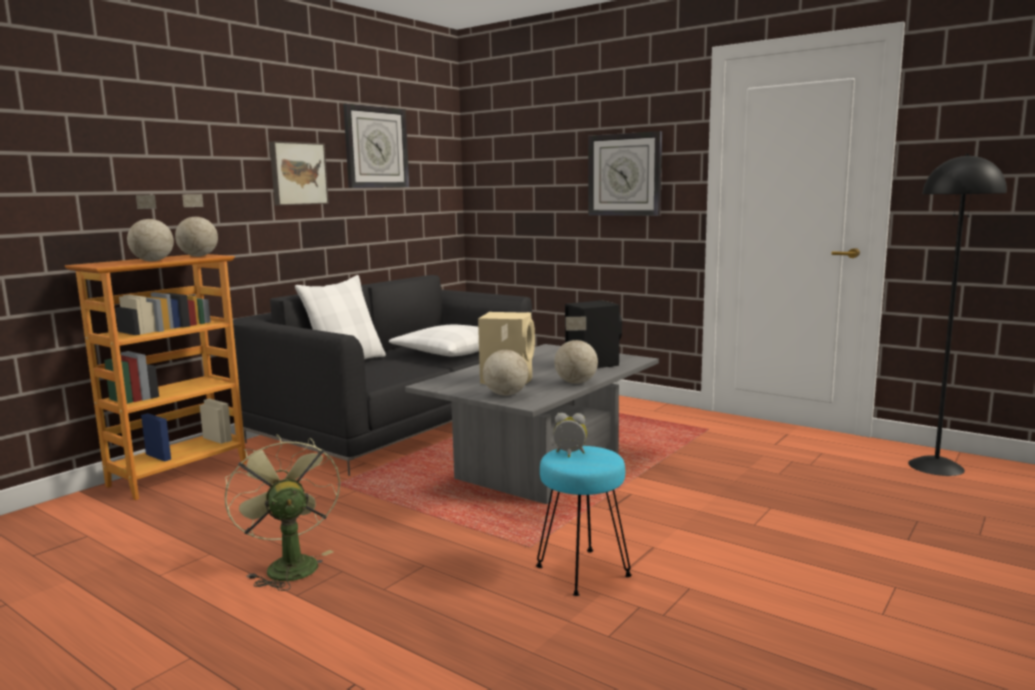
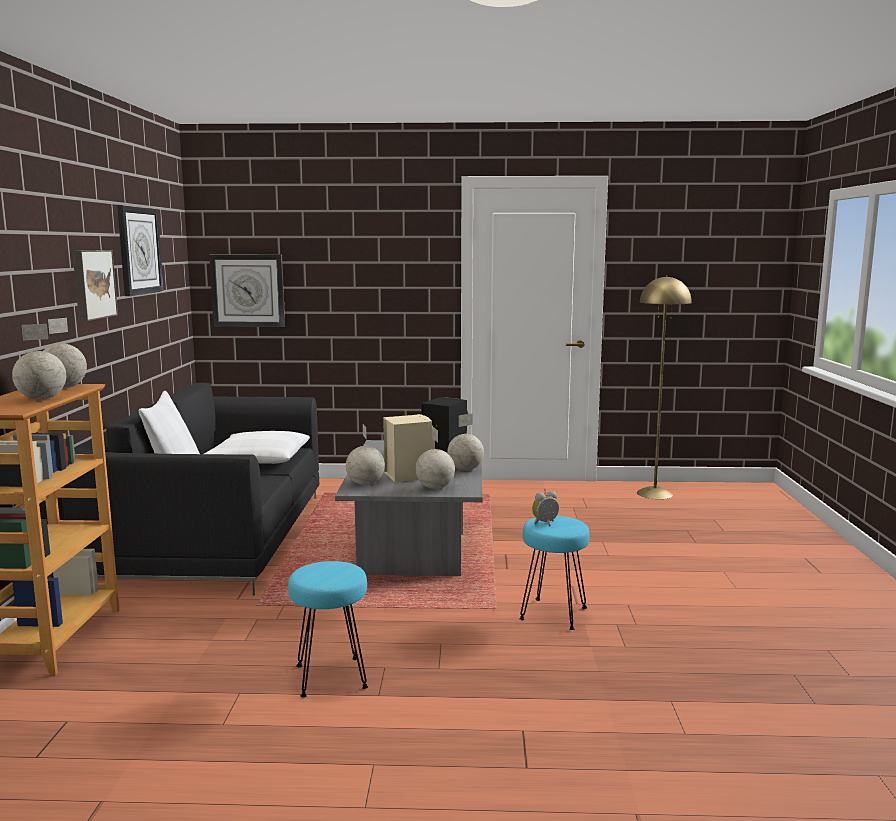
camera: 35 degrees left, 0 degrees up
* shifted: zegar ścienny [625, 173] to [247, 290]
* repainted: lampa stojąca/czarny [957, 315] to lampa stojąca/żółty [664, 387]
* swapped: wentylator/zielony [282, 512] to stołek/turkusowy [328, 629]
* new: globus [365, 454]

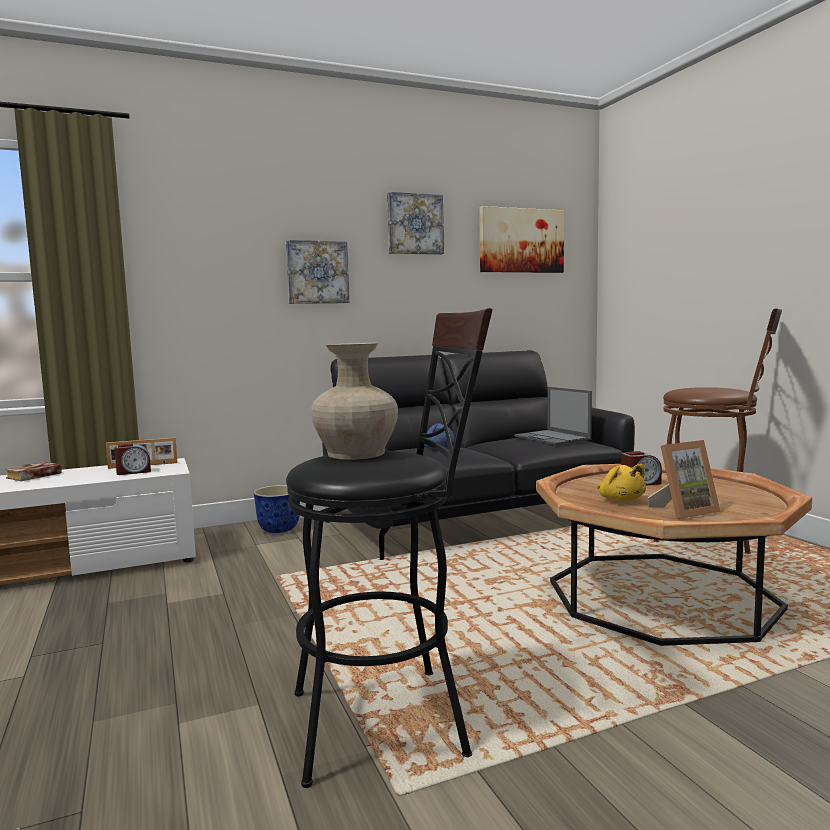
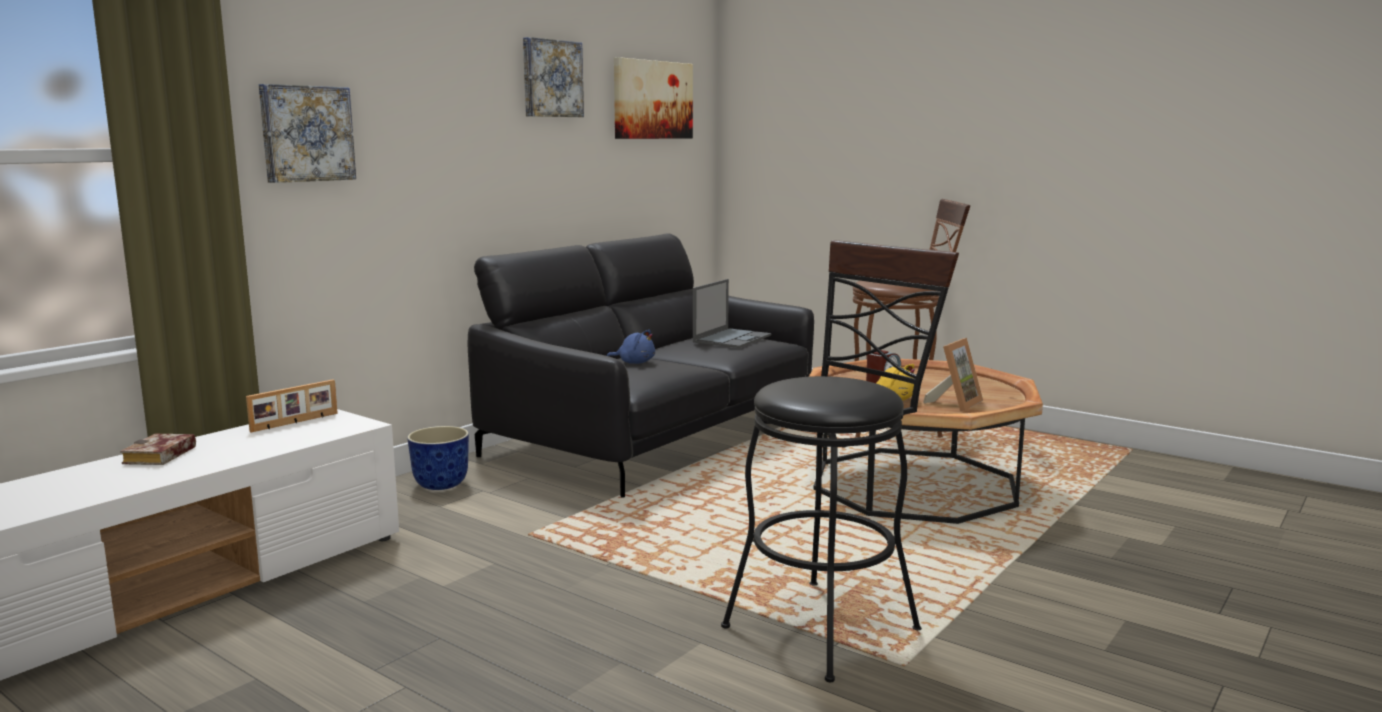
camera: 30 degrees left, 5 degrees up
* shifted: obraz [317, 272] to [307, 133]
* gone: wazon/beżowy [354, 401]
* rotated: laptop [553, 416] = [732, 313] 90 degrees counterclockwise
* gone: budzik [132, 459]

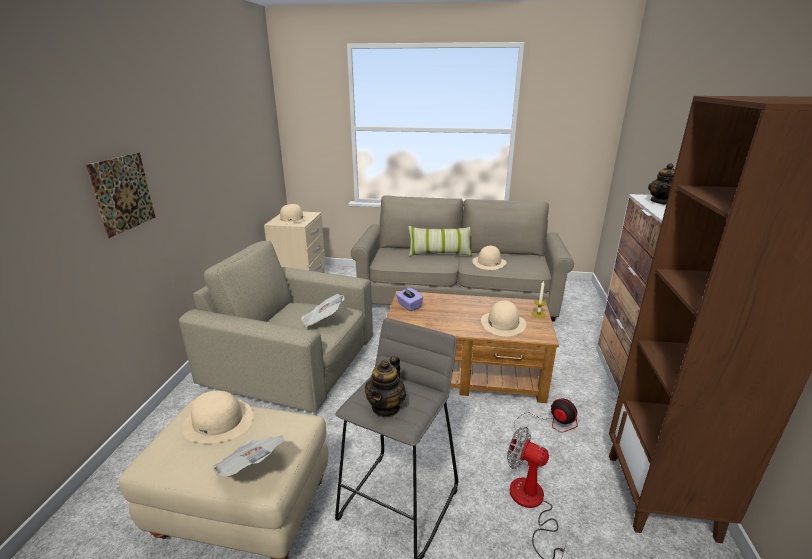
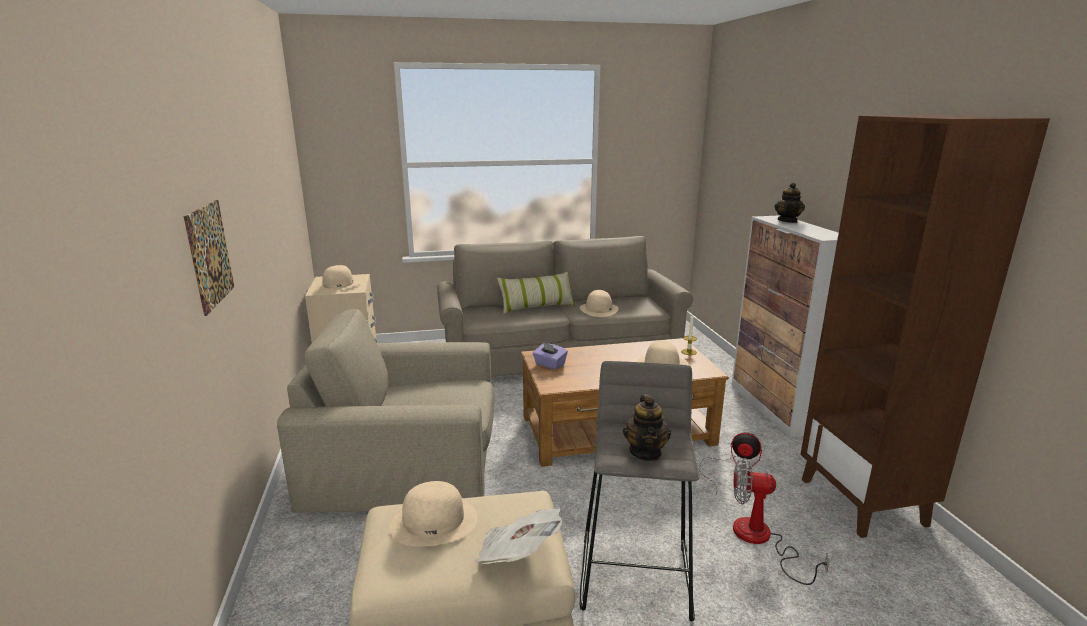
camera: 20 degrees left, 5 degrees down
* gone: gazeta [323, 311]

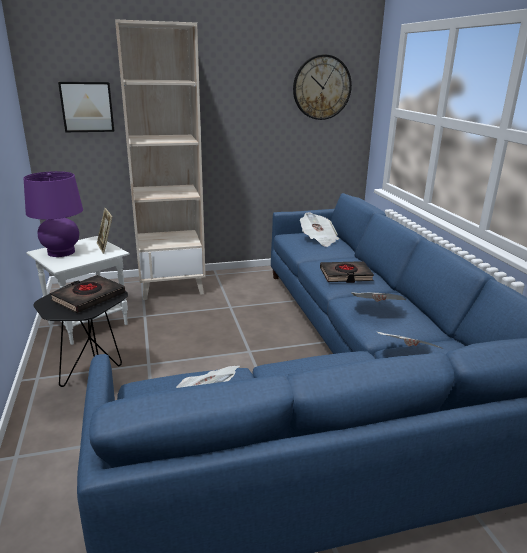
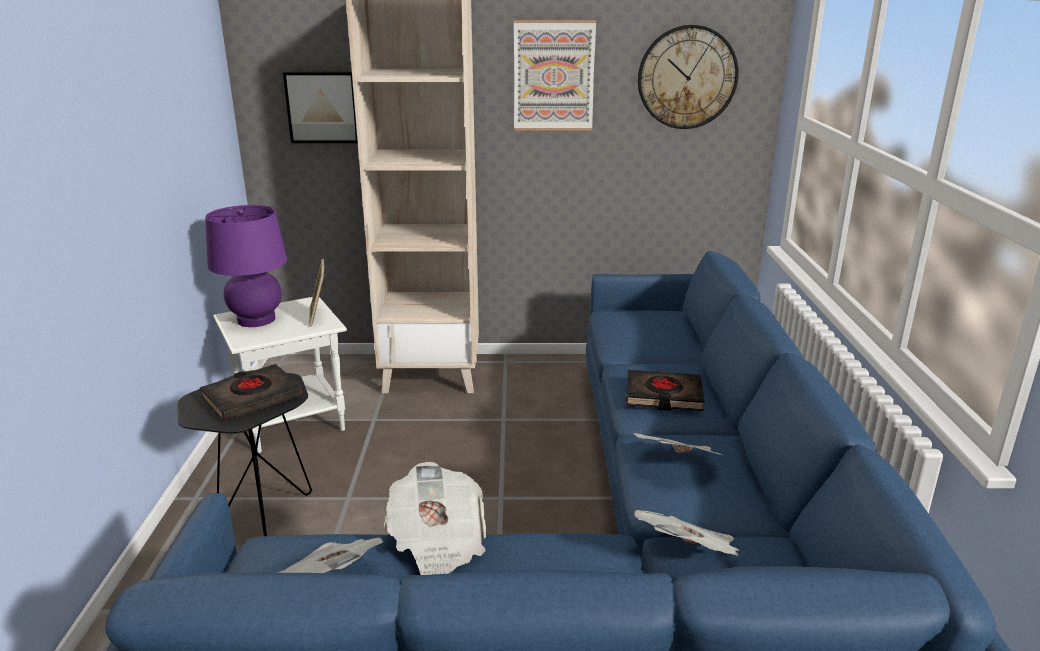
camera: 15 degrees right, 0 degrees up
* shifted: gazeta [319, 230] to [435, 518]
* new: obraz [555, 75]

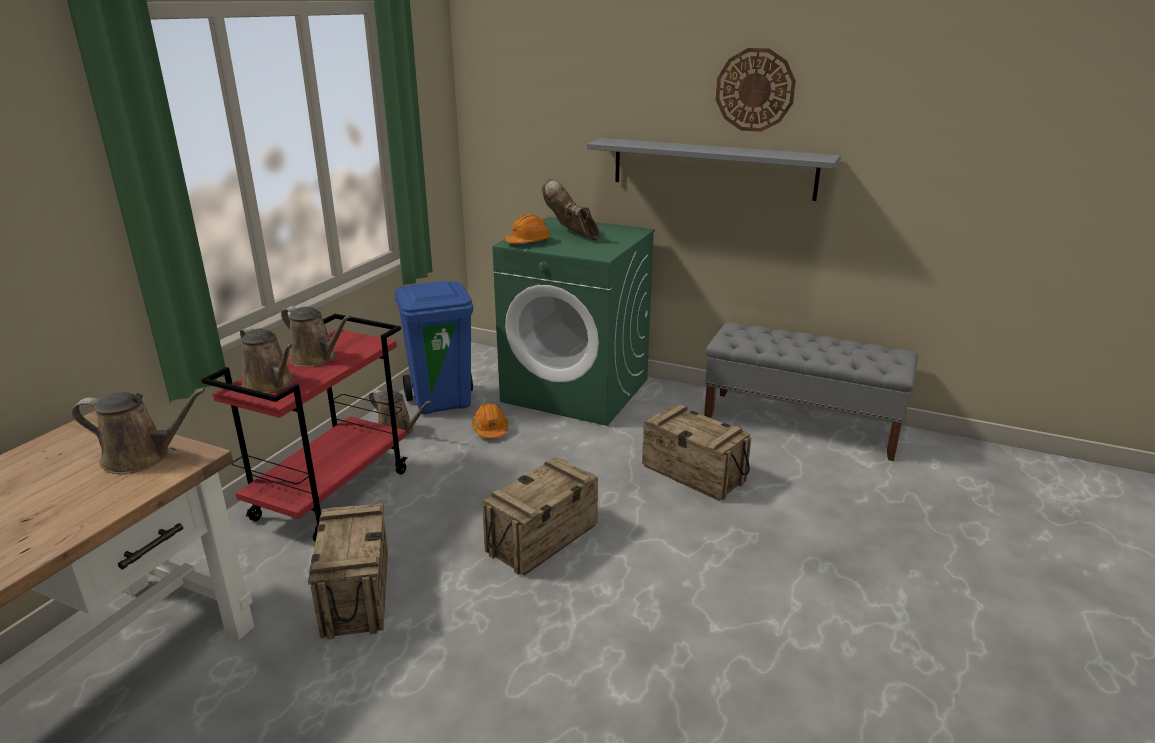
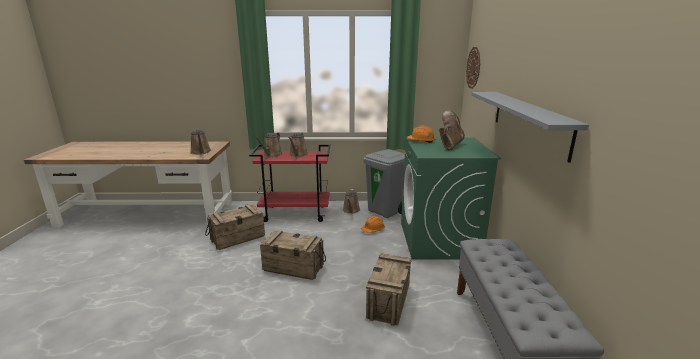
camera: 65 degrees right, 5 degrees down
* shifted: zegar ścienny [756, 90] to [473, 68]
* repainted: kosz na śmieci/niebieski [434, 347] to kosz na śmieci/szary [384, 183]

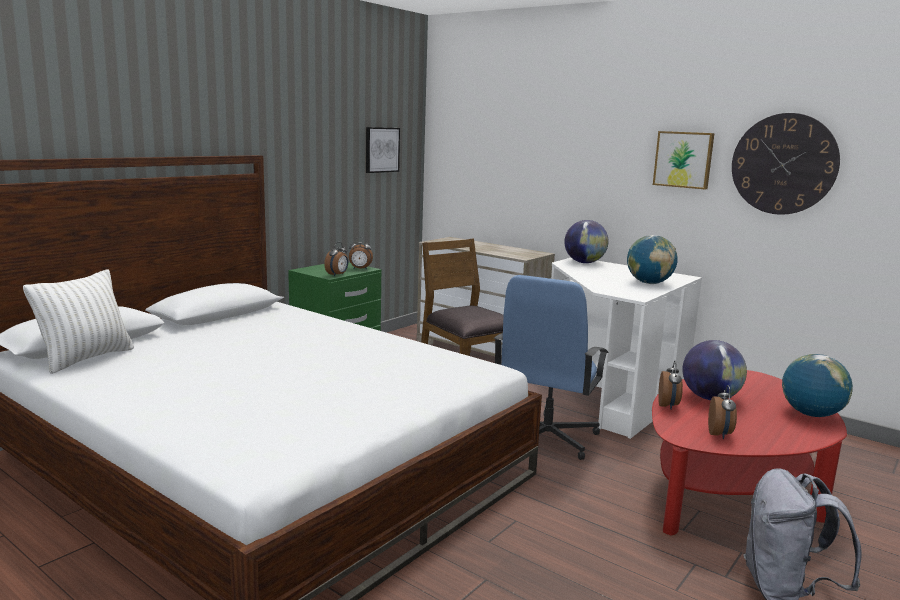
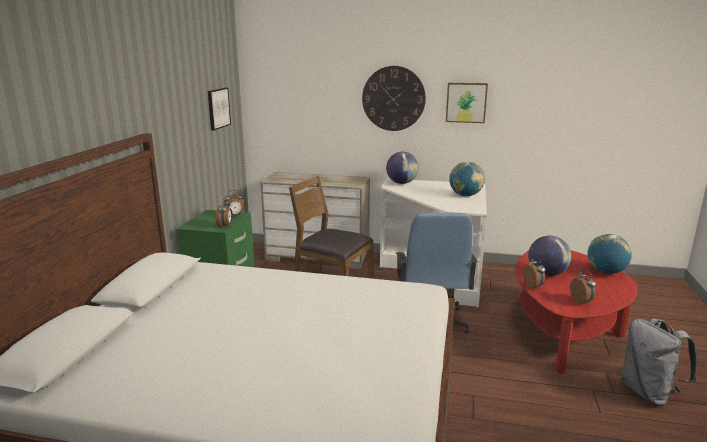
camera: 25 degrees left, 5 degrees up
* shifted: zegar ścienny [786, 164] to [394, 98]
* gone: poduszka/biały [78, 321]

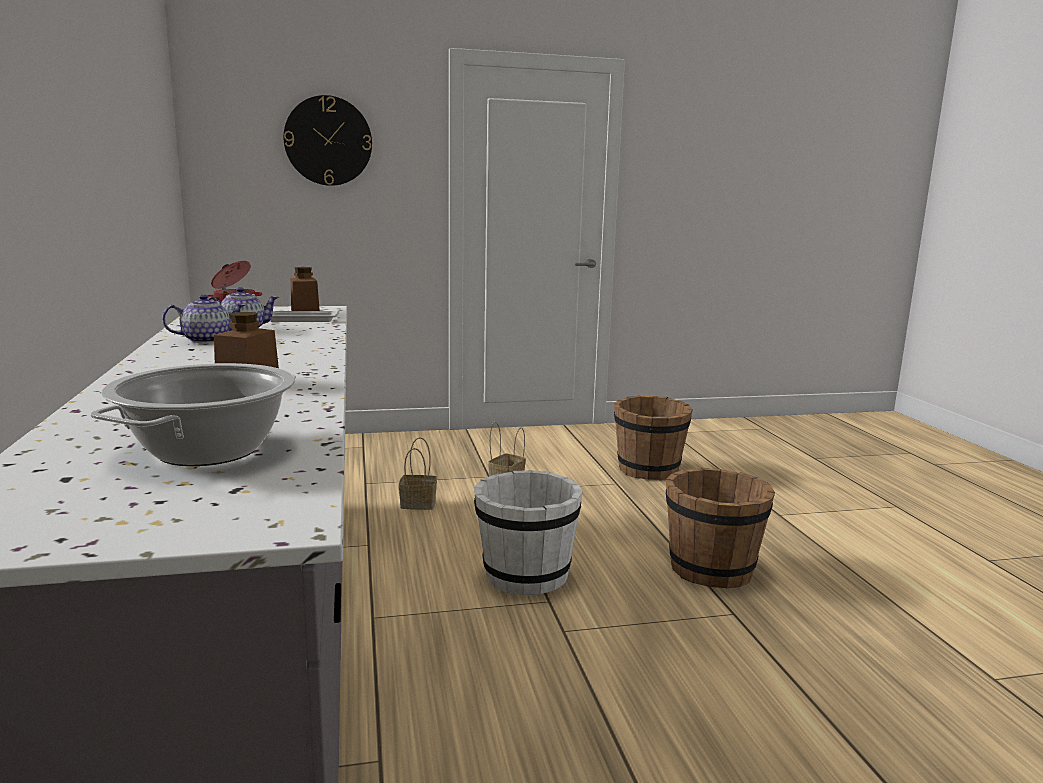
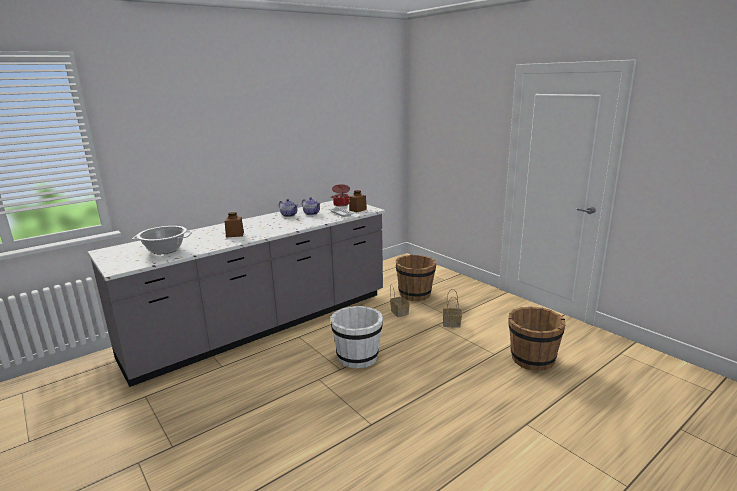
camera: 65 degrees right, 5 degrees up
* gone: zegar ścienny [328, 140]
* shifted: wiadro/brązowy [720, 528] to [416, 278]

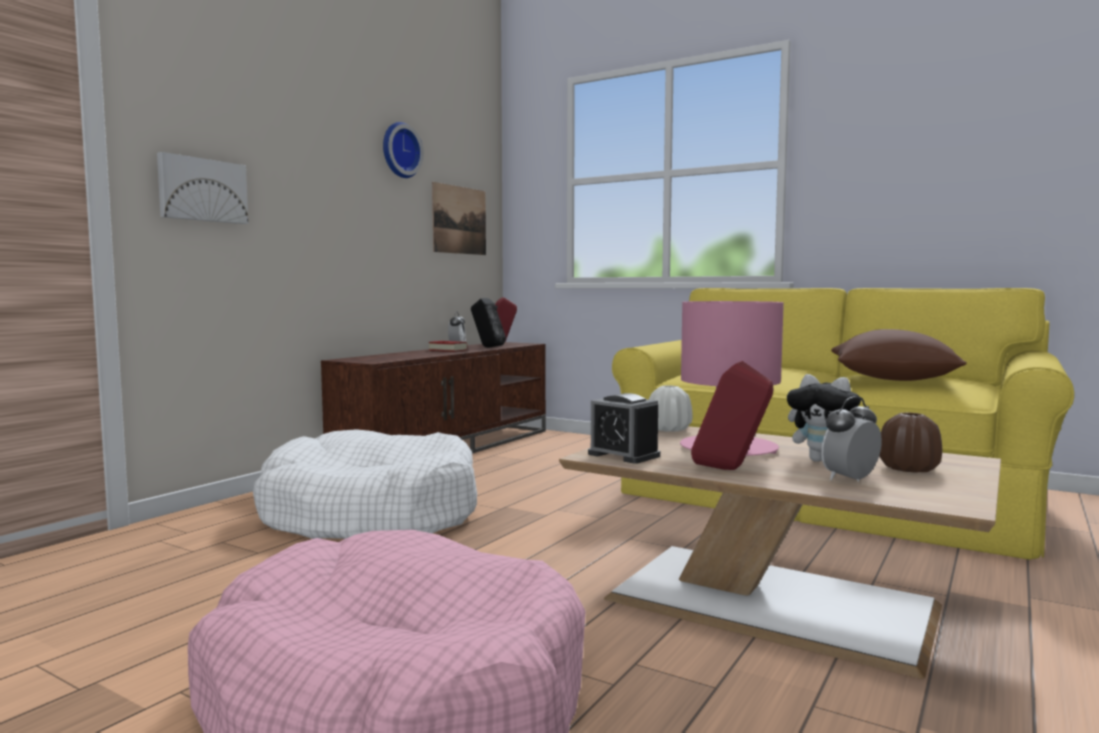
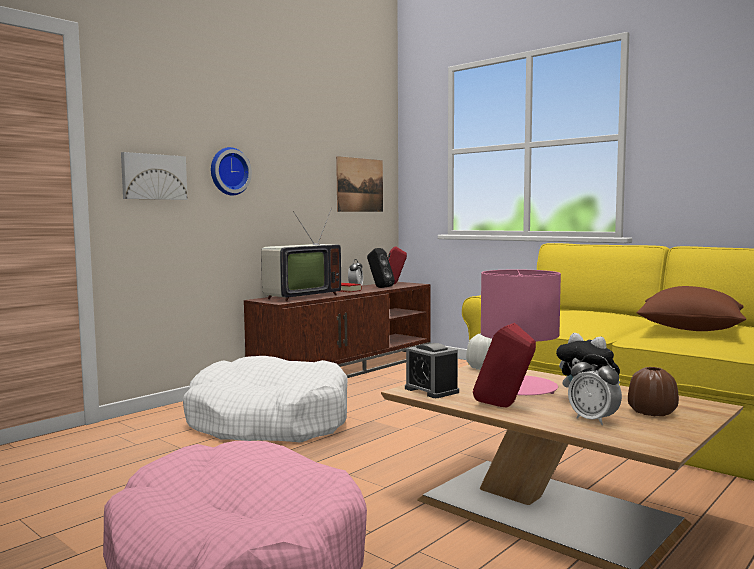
camera: 10 degrees right, 0 degrees up
* shifted: zegar ścienny [403, 150] to [231, 171]
* rotated: budzik [851, 439] = [595, 390] 105 degrees counterclockwise
* new: telewizor [301, 255]

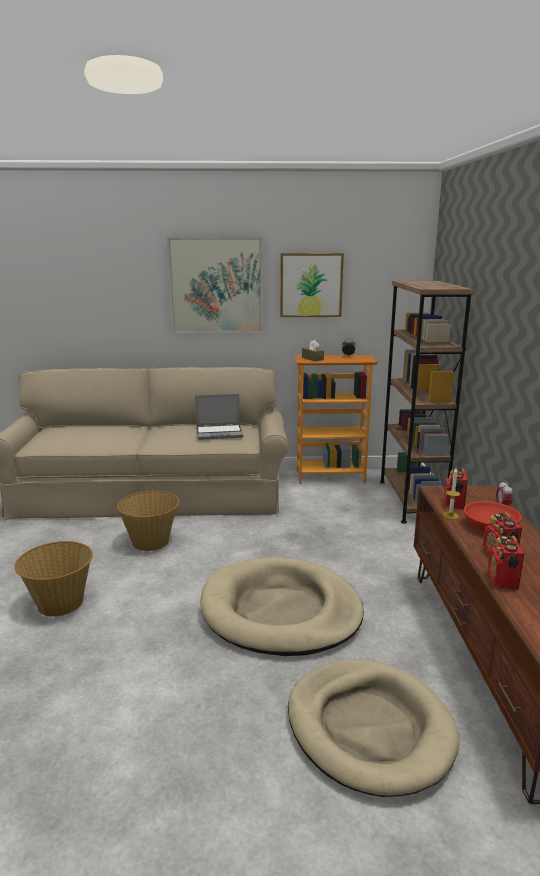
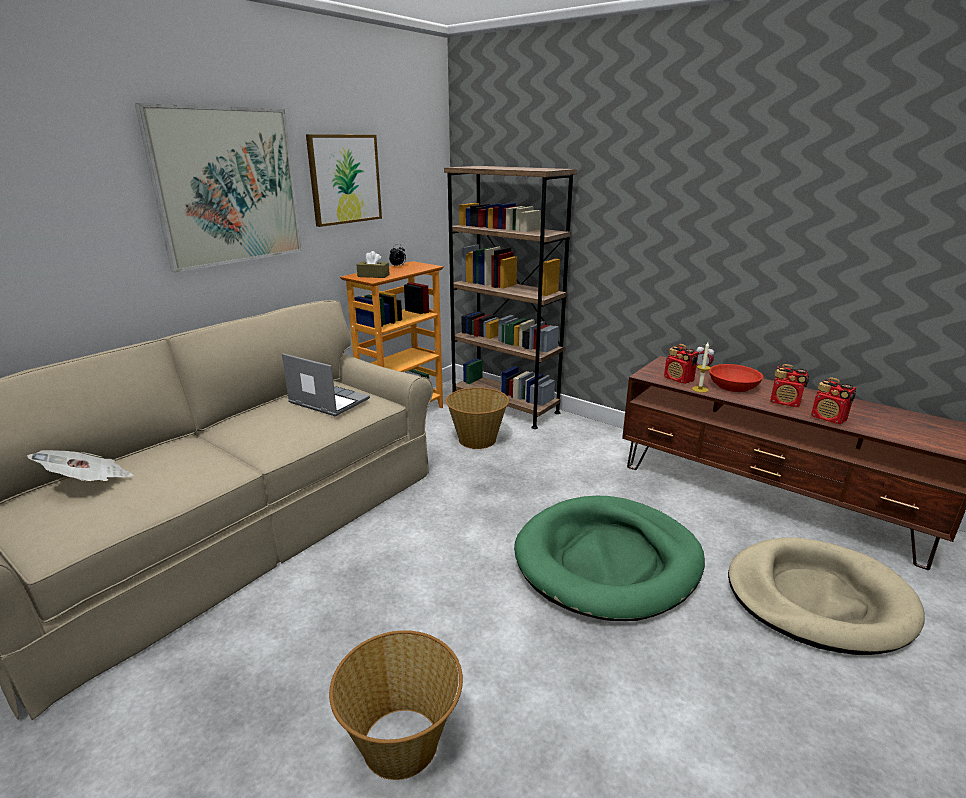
camera: 50 degrees left, 5 degrees up
* rotated: laptop [219, 417] = [326, 384] 90 degrees counterclockwise
* shifted: koszyk [148, 521] to [477, 418]
* repainted: legowisko/beżowy [282, 607] to legowisko/zielony [609, 558]
* new: gazeta [80, 466]

